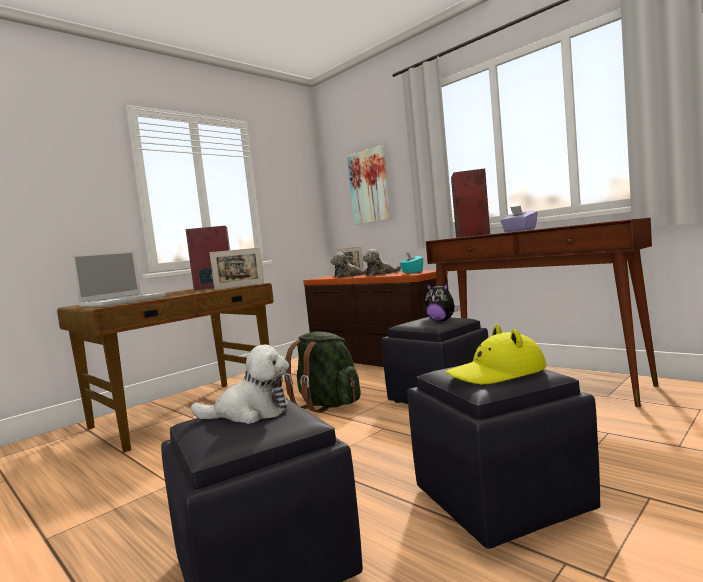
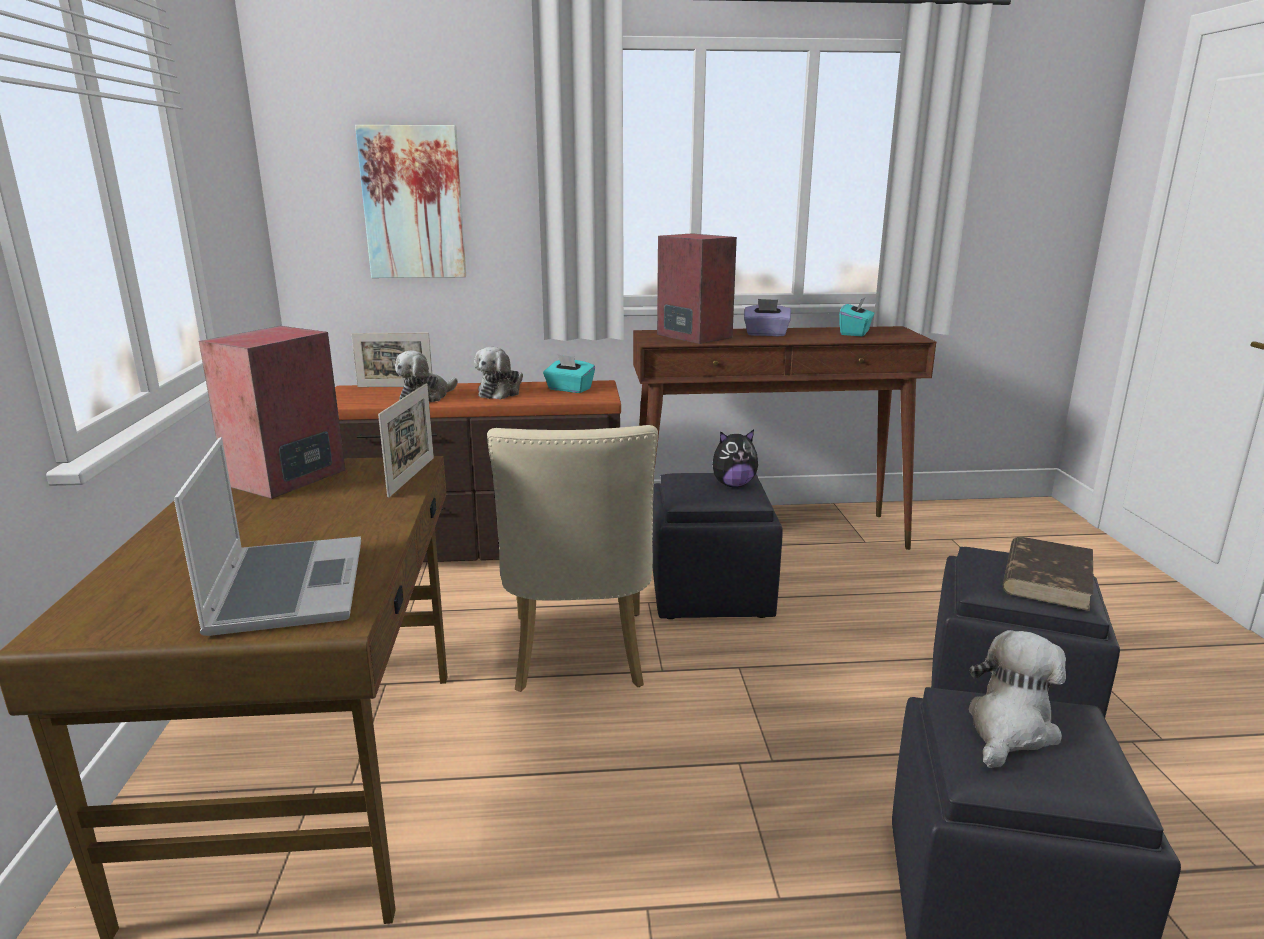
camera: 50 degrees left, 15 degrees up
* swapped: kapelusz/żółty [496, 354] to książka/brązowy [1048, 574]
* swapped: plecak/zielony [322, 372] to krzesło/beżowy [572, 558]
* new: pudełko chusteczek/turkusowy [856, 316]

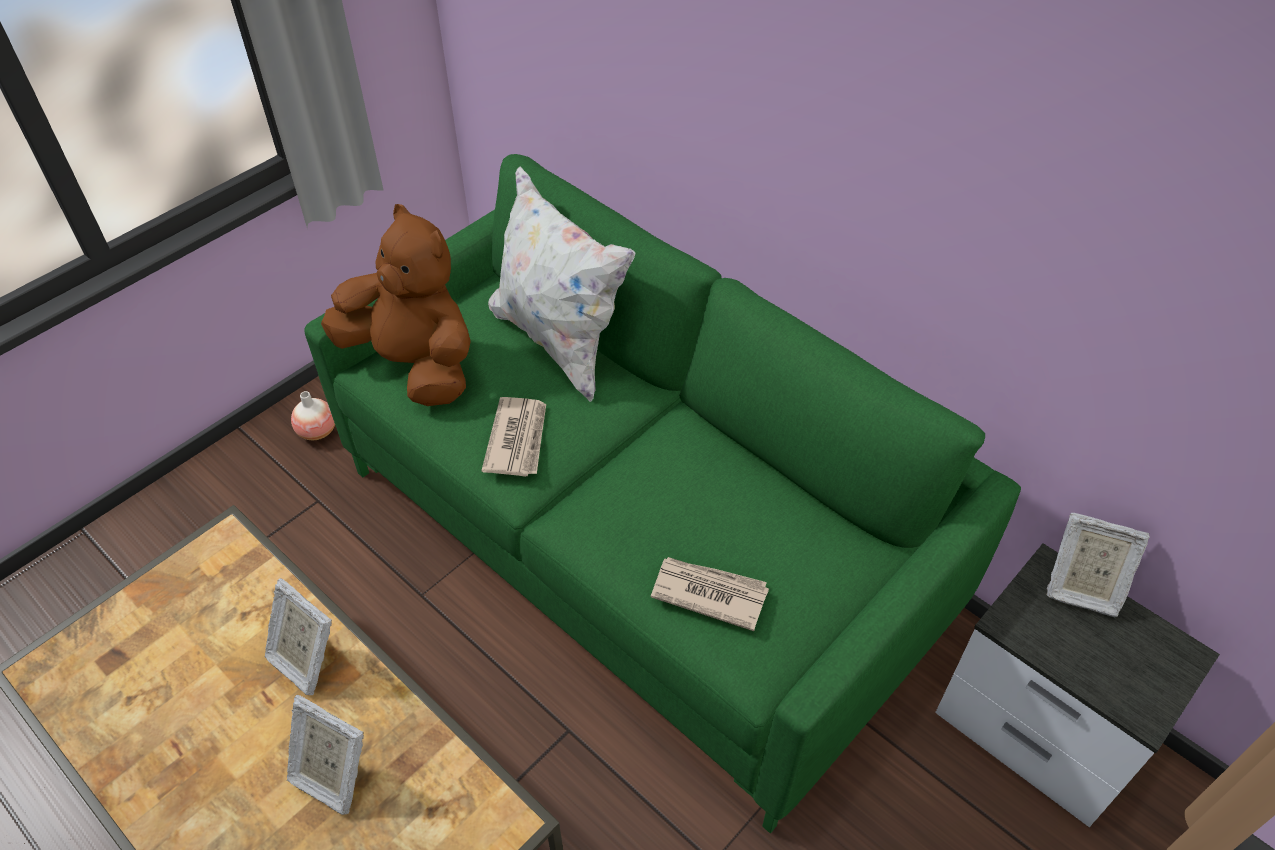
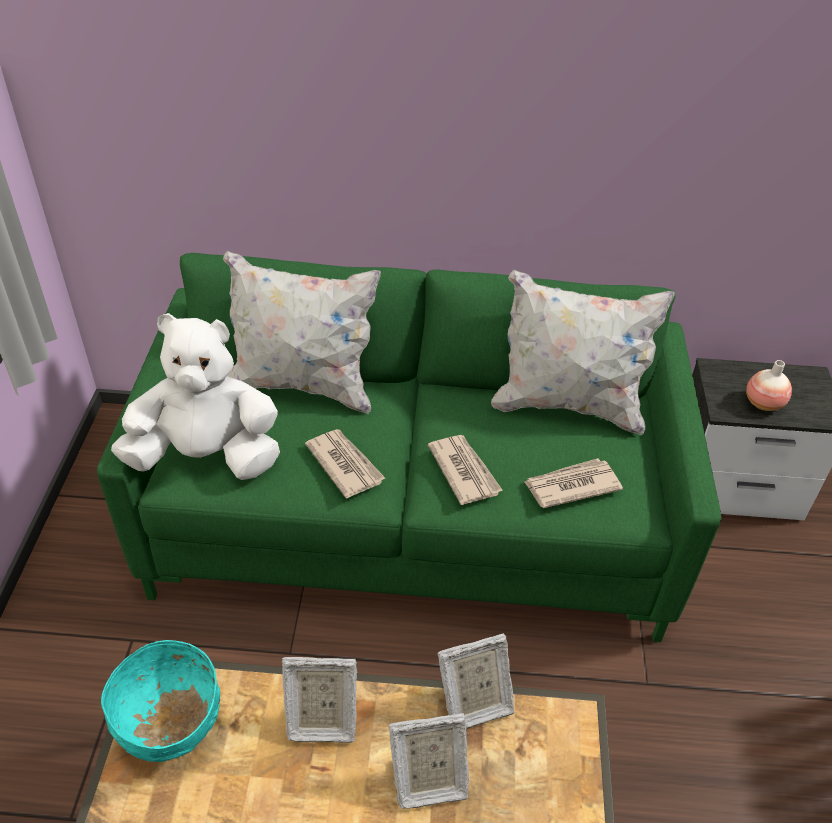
camera: 40 degrees left, 5 degrees down
* repainted: pluszak/brązowy [396, 305] to pluszak/biały [195, 396]
* shifted: wazon [313, 415] to [769, 385]
* shifted: ramka na zdjęcie [1098, 565] to [475, 681]
* new: poduszka/biały [583, 352]
* new: gazeta [465, 470]
* new: miska/turkusowy [160, 701]

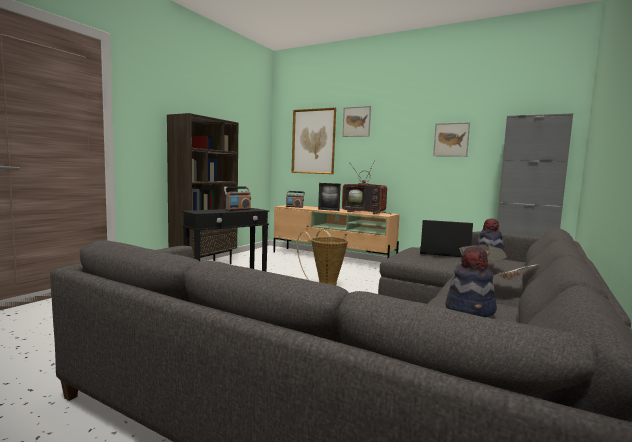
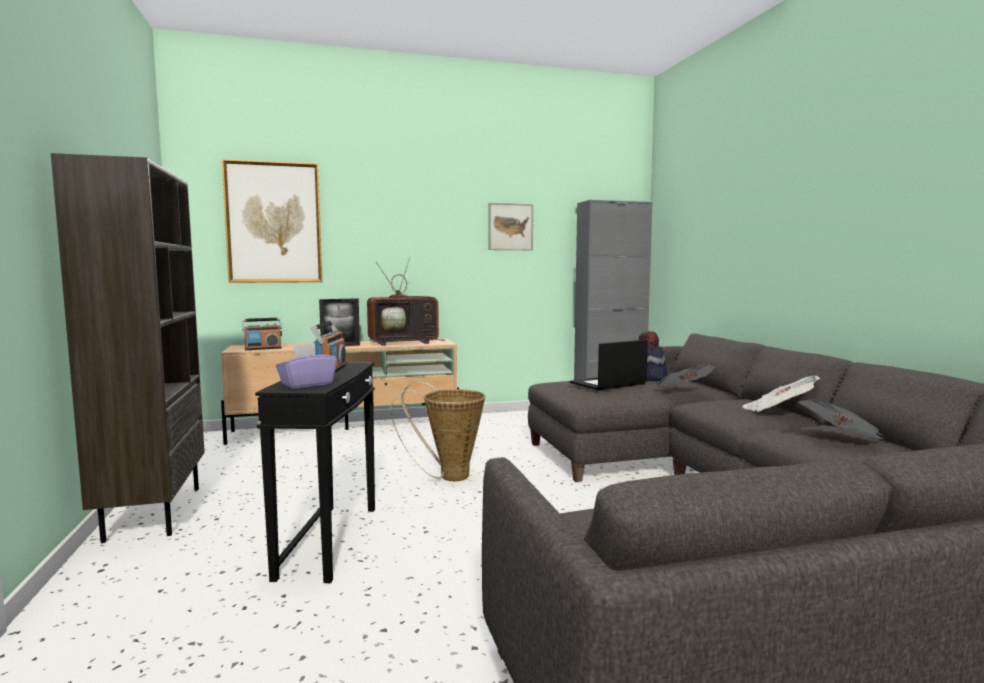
camera: 45 degrees left, 0 degrees up
* gone: obraz [356, 121]
* swapped: kapelusz [471, 281] to gazeta [840, 419]
* new: pudełko chusteczek/fioletowy [306, 366]

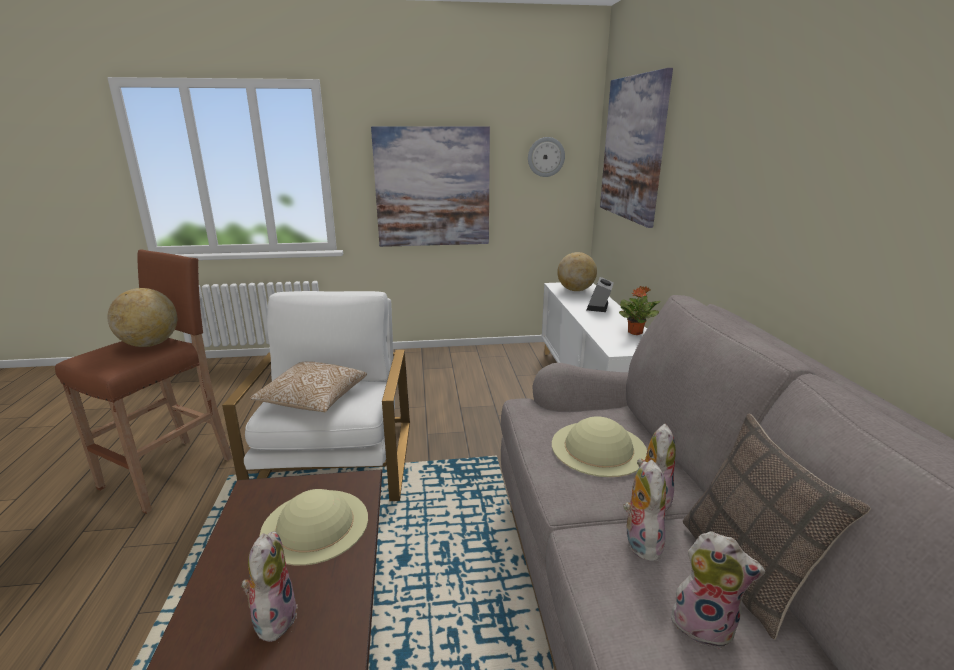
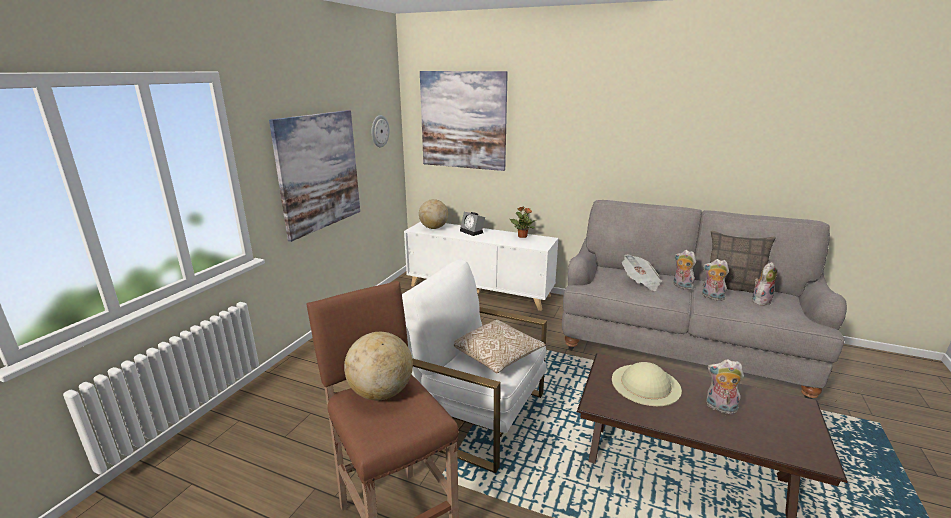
camera: 60 degrees left, 0 degrees up
* swapped: kapelusz/beżowy [599, 446] to gazeta [642, 272]

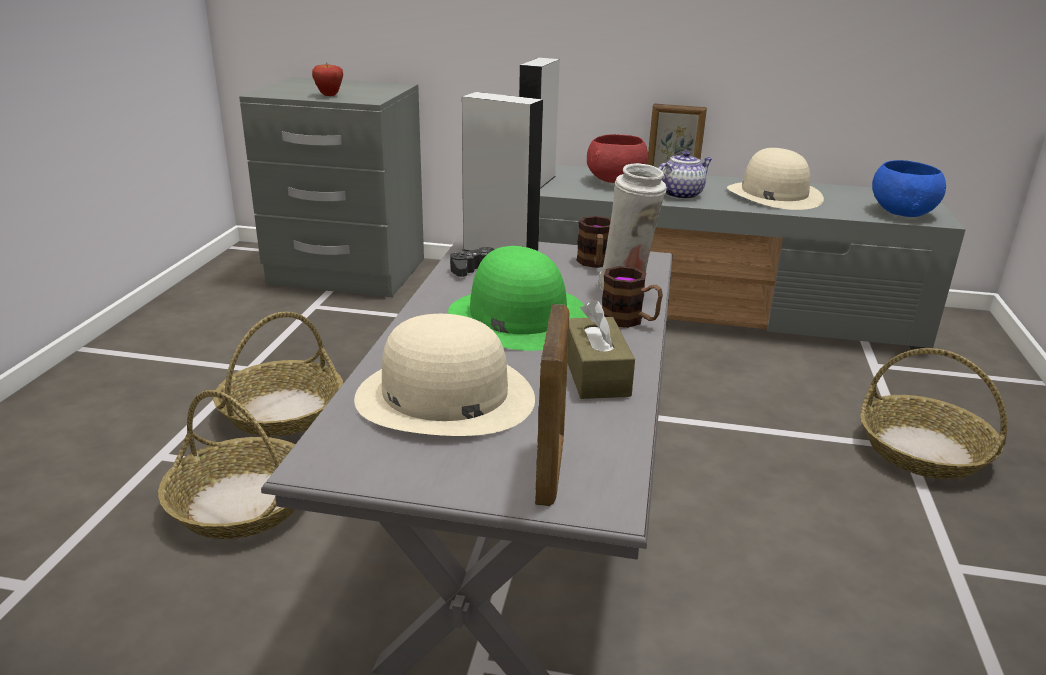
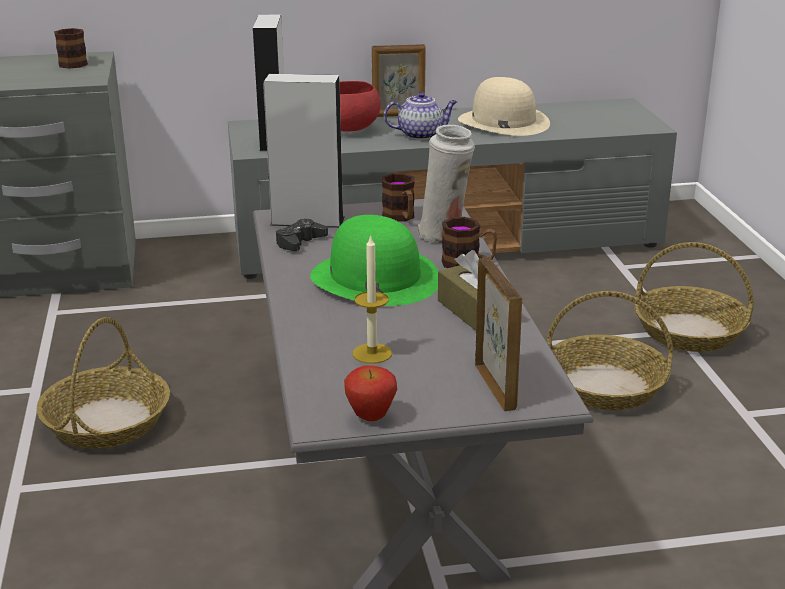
camera: 20 degrees left, 0 degrees up
* shifted: jabłko [327, 80] to [370, 393]
* rotated: imbryk [685, 175] = [420, 116] 45 degrees clockwise
* gone: miska/niebieski [909, 188]
* swapped: kapelusz/beżowy [444, 375] to świeca [372, 299]
* shifted: koszyk [226, 464] to [610, 350]
* new: kubek [71, 48]

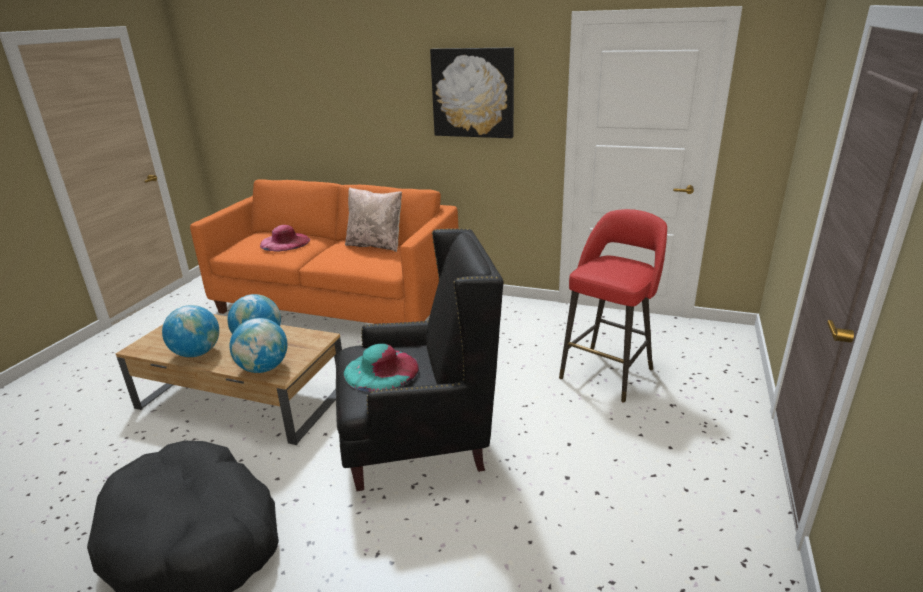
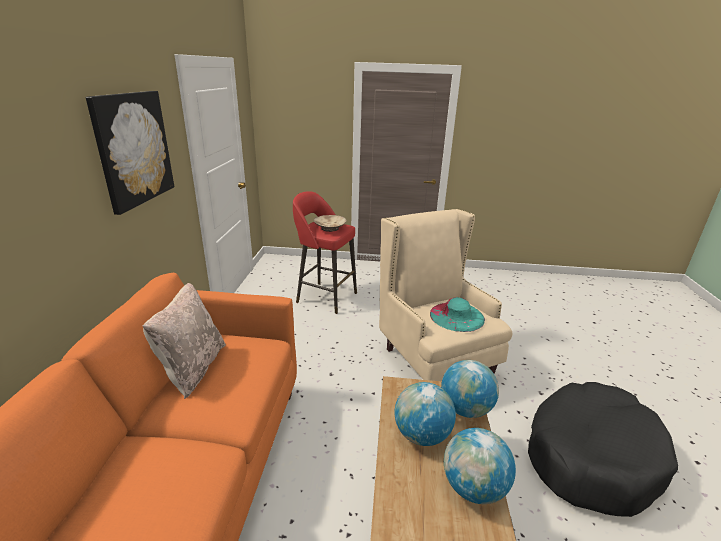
camera: 105 degrees left, 0 degrees up
* gone: kapelusz/różowy [285, 238]
* repainted: fotel/czarny [420, 359] to fotel/beżowy [445, 295]
* new: miska/beżowy [330, 223]

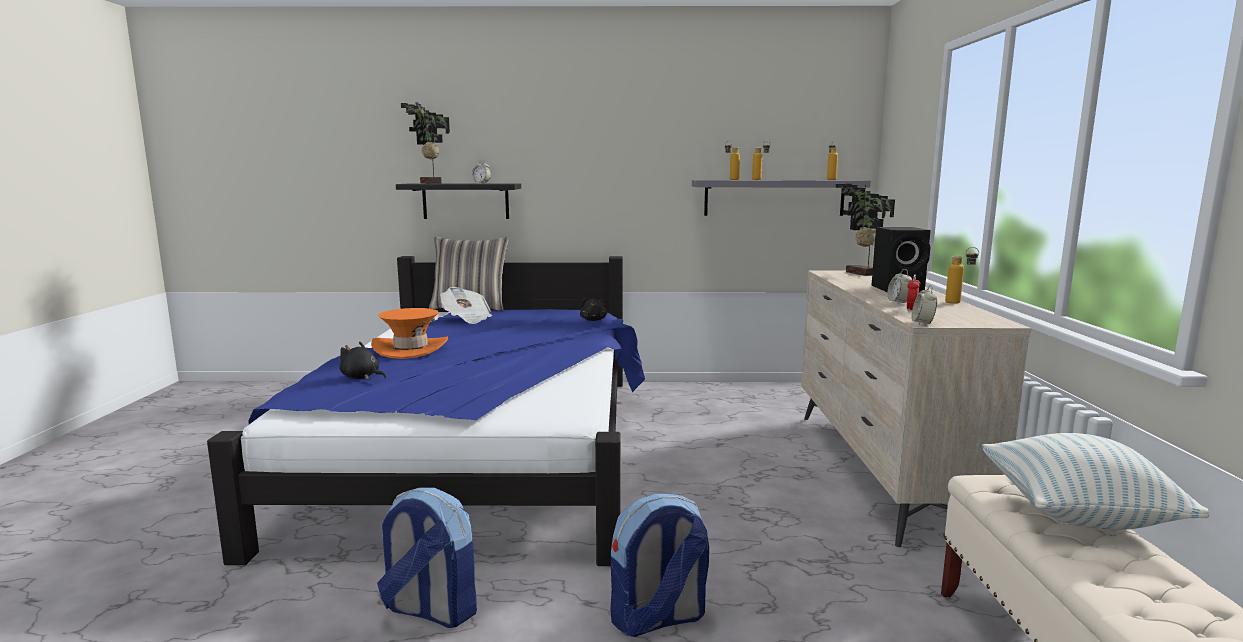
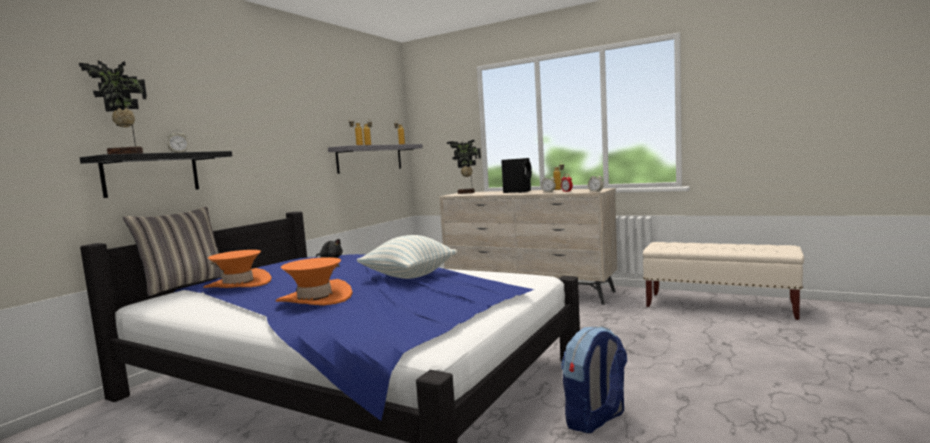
camera: 60 degrees left, 5 degrees down
* swapped: gazeta [466, 305] to kapelusz/pomarańczowy [238, 269]
* gone: pluszak/czarny [363, 361]
* shifted: poduszka [1095, 481] to [407, 257]
* gone: plecak [659, 565]

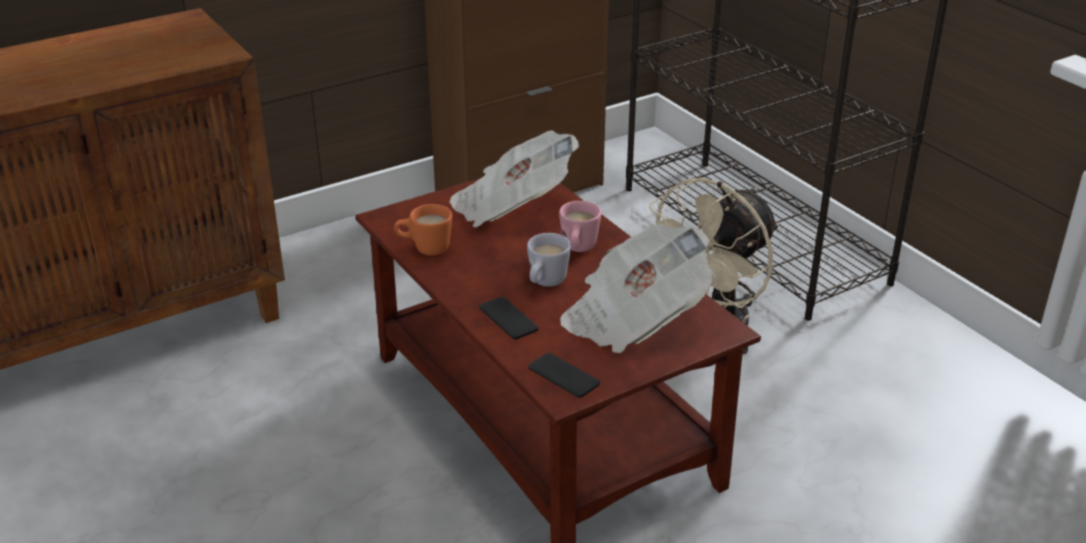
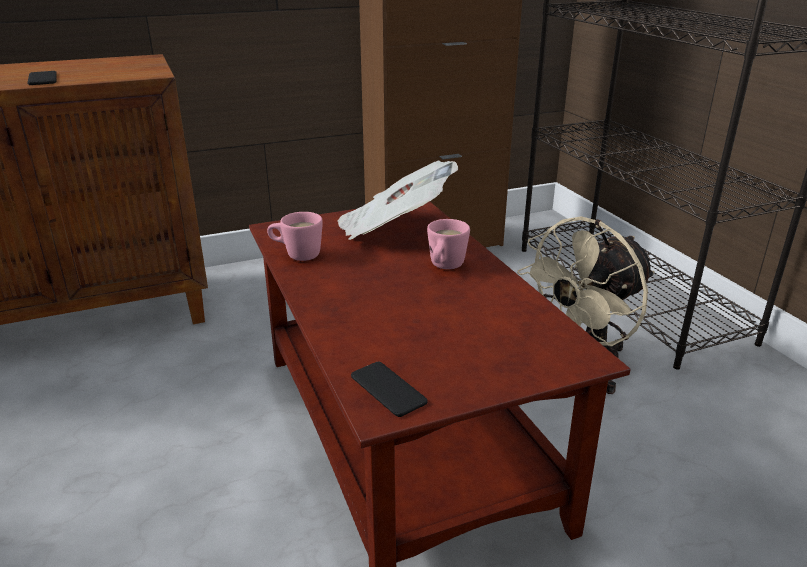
camera: 10 degrees right, 5 degrees down
* repainted: kubek/pomarańczowy [423, 230] to kubek/różowy [295, 236]
* gone: gazeta [636, 288]
* gone: kubek/biały [549, 260]
* shifted: telefon [508, 318] to [42, 78]

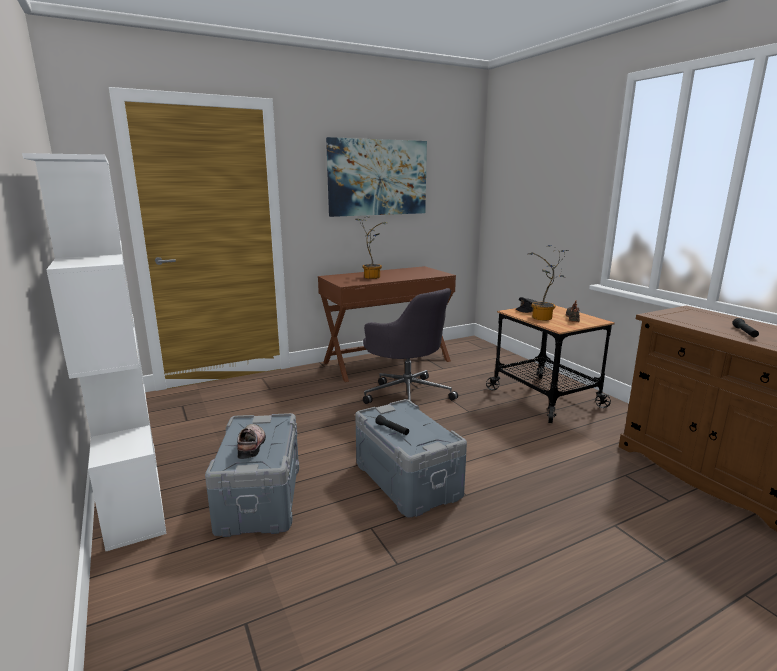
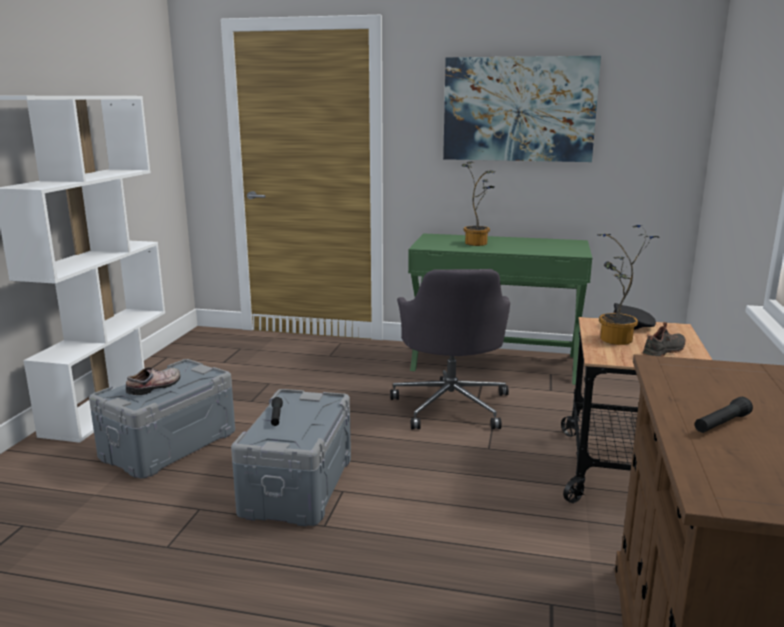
camera: 40 degrees right, 0 degrees up
* repainted: biurko/brązowy [387, 324] to biurko/zielony [500, 309]

